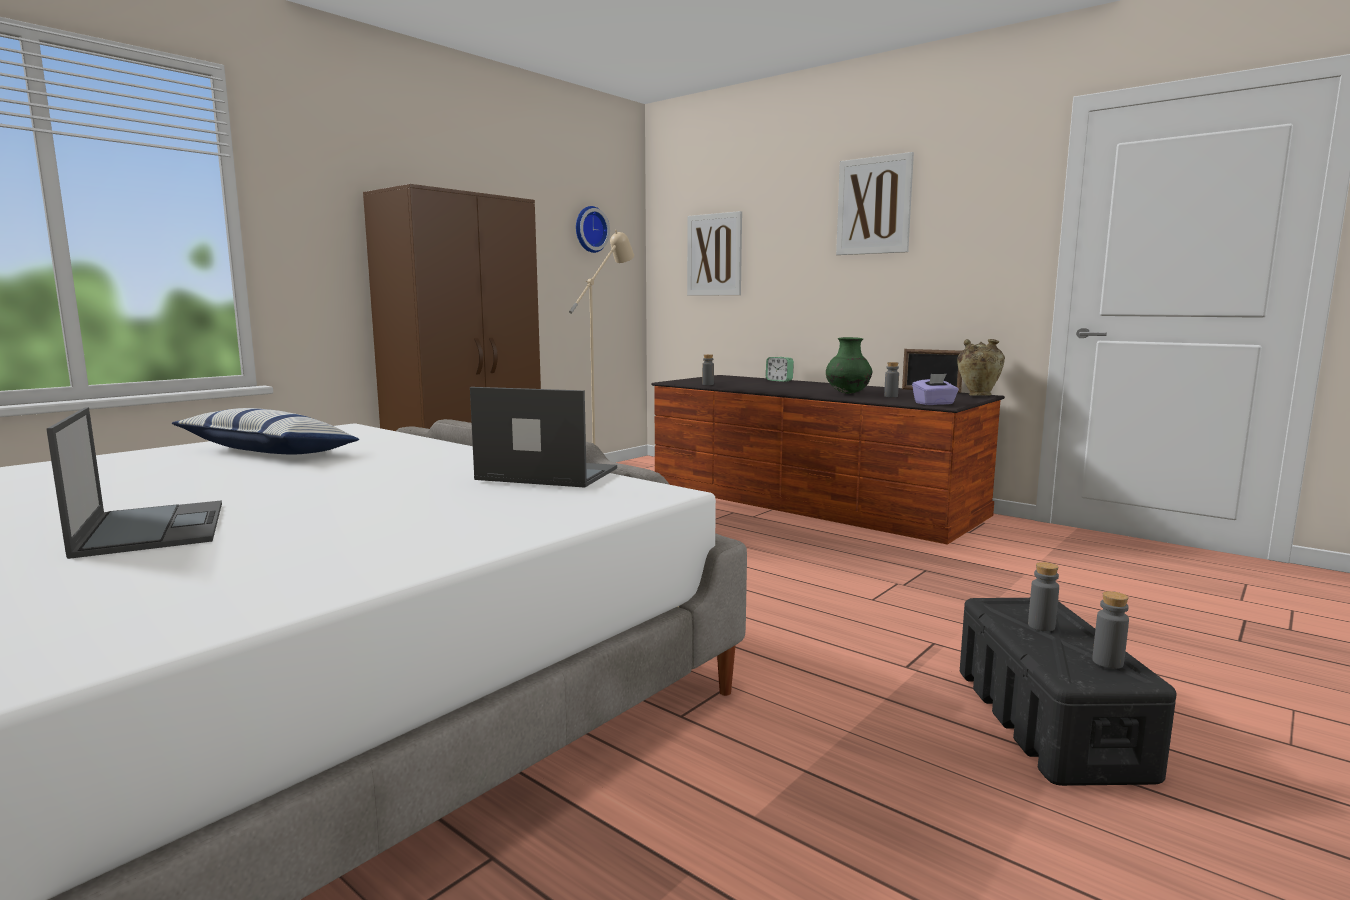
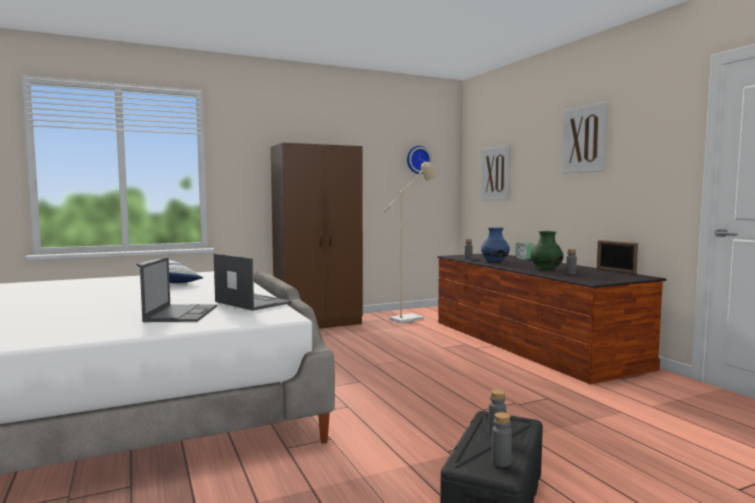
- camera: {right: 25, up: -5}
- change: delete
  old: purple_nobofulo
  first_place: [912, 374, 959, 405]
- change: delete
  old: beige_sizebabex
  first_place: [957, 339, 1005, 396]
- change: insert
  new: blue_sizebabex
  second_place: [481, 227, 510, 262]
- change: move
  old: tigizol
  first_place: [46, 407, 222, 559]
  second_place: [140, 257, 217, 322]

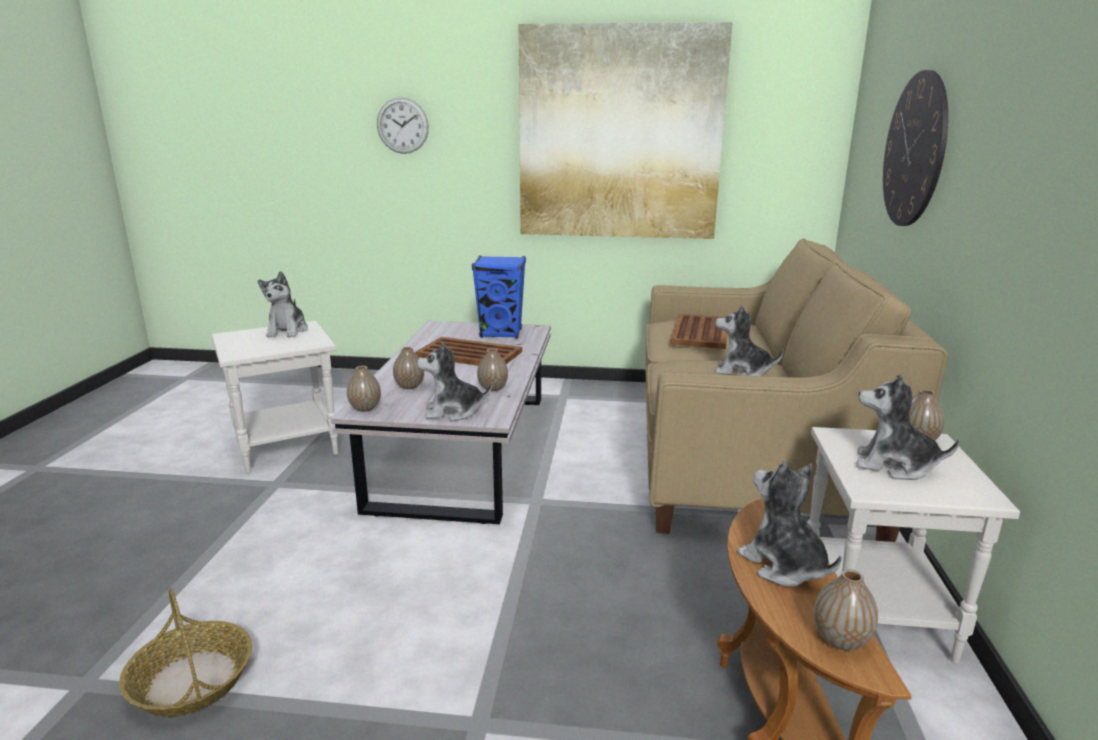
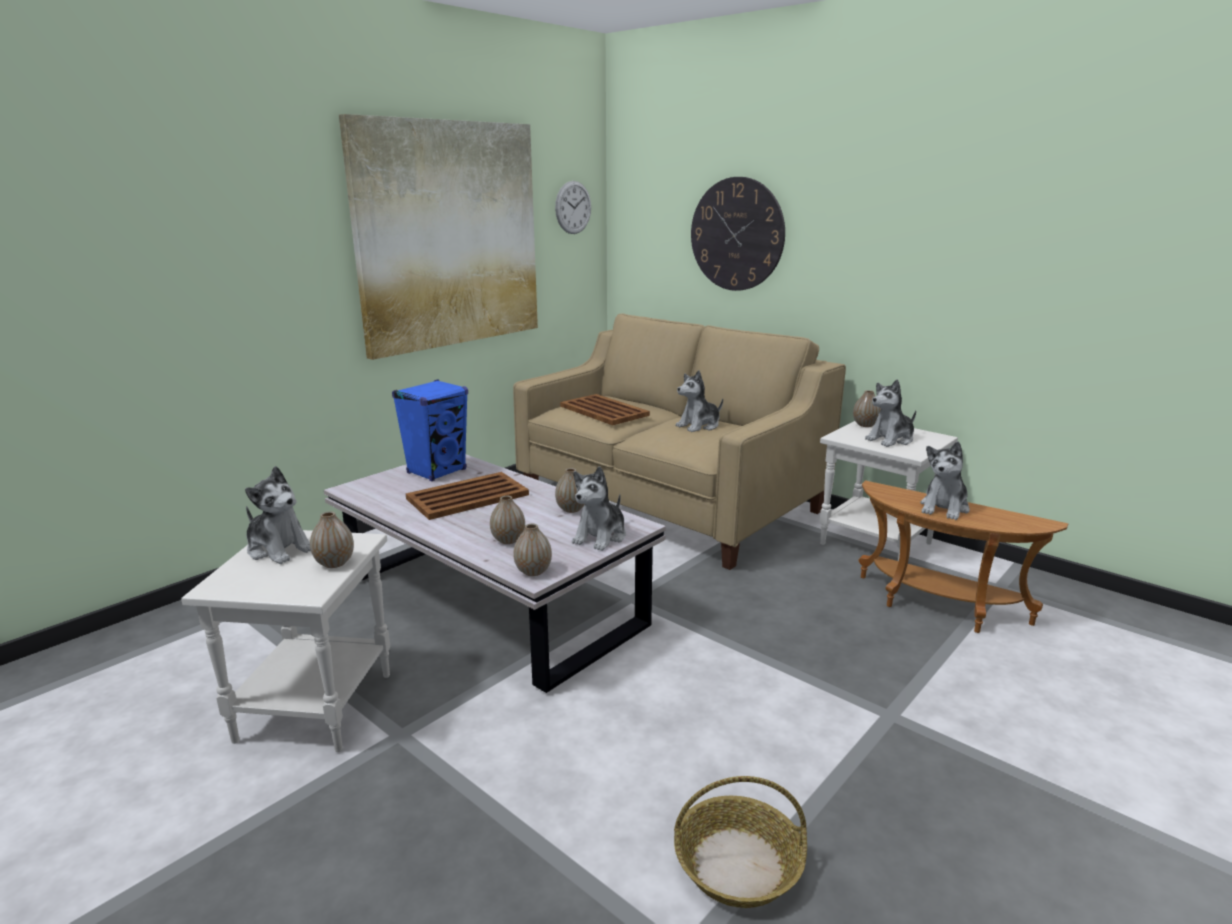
- camera: {right: -55, up: 0}
- change: move
  old: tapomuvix
  first_place: [377, 97, 429, 154]
  second_place: [555, 181, 591, 234]
- change: move
  old: sizebabex
  first_place: [814, 569, 878, 650]
  second_place: [310, 511, 354, 568]
- change: rotate
  old: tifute
  first_place: [737, 460, 842, 586]
  second_place: [920, 441, 970, 520]
  degrees: -60

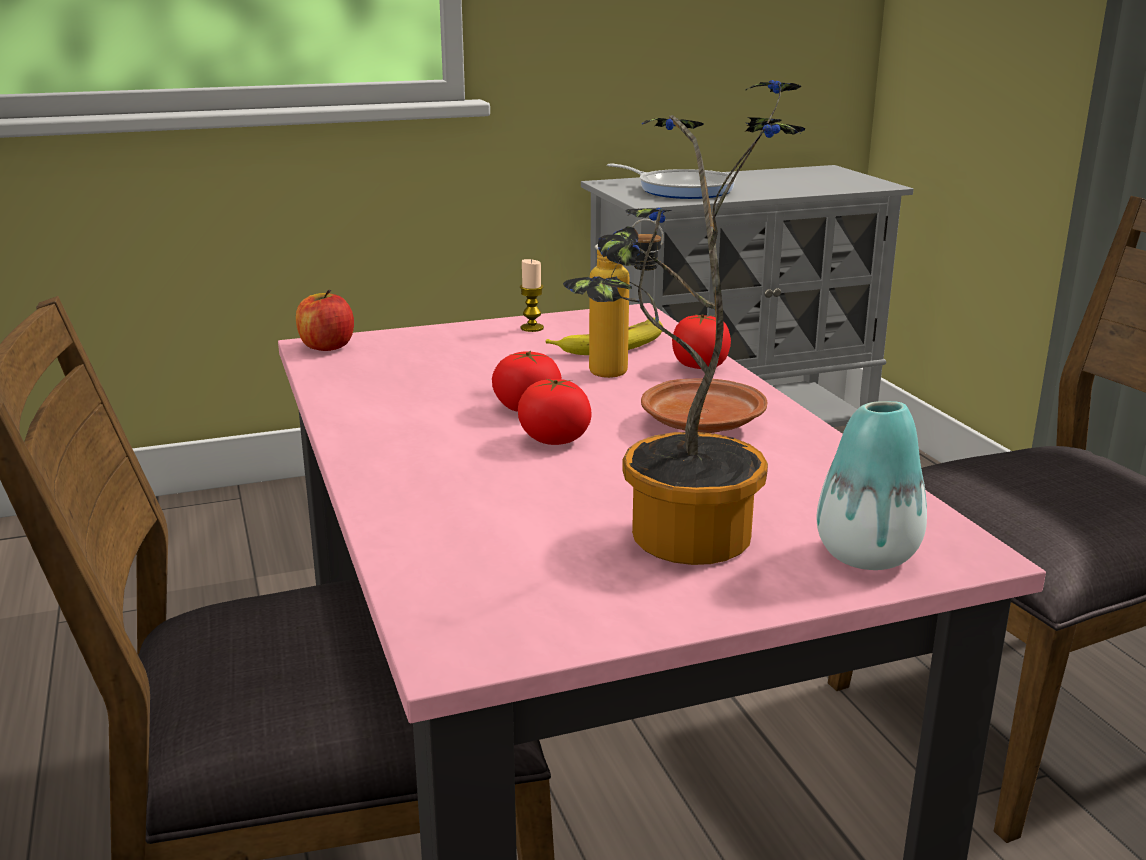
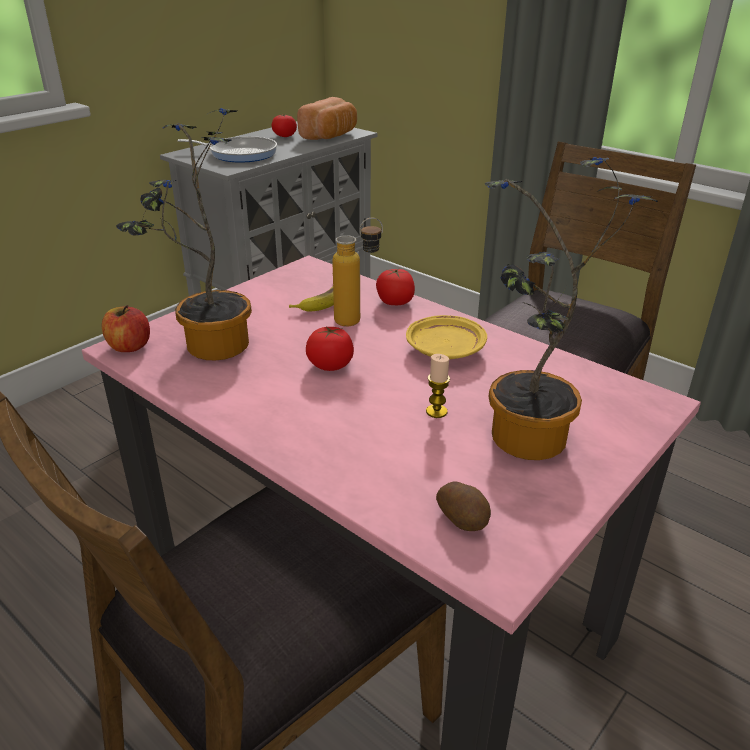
- camera: {right: -30, up: 10}
- change: delete
  old: sizebabex
  first_place: [817, 401, 927, 570]
- change: insert
  new: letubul
  second_place: [116, 108, 252, 361]
- change: insert
  new: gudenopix
  second_place: [297, 97, 357, 140]
- change: insert
  new: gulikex
  second_place: [436, 481, 491, 531]
- change: move
  old: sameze
  first_place: [518, 379, 591, 445]
  second_place: [272, 114, 297, 137]
- change: move
  old: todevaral
  first_place: [520, 259, 544, 332]
  second_place: [426, 354, 450, 418]
- change: recolor
  old: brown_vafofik
  new: yellow_vafofik
  first_place: [641, 378, 768, 433]
  second_place: [406, 315, 487, 359]

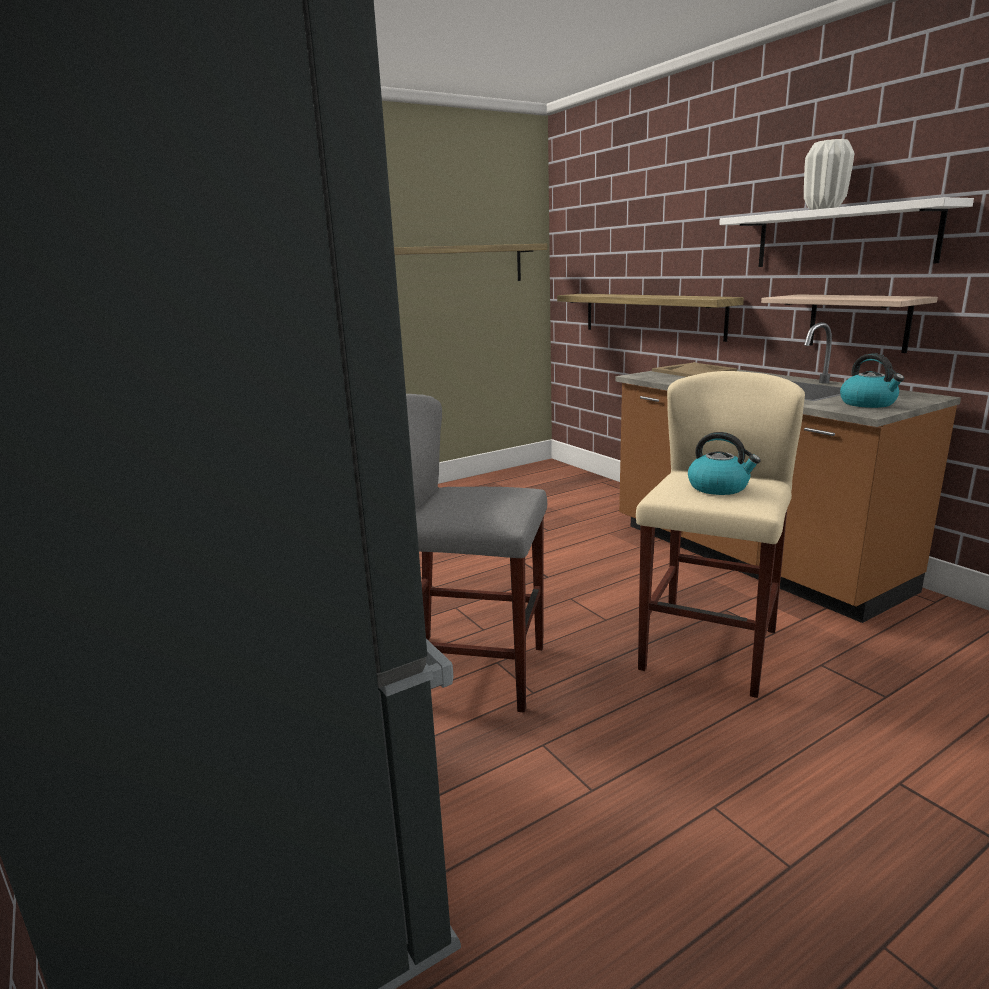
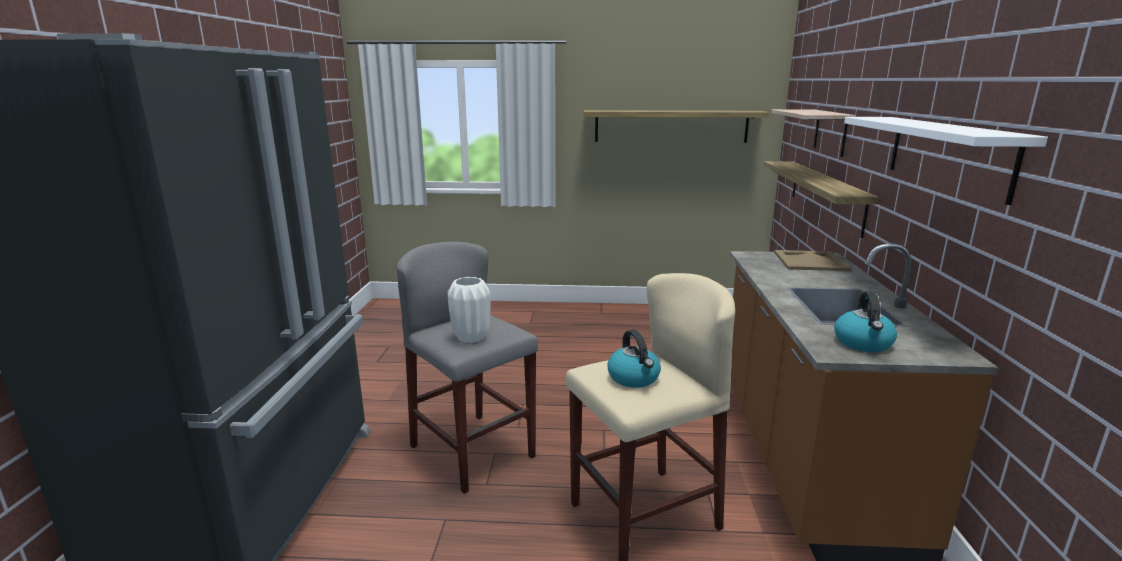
- camera: {right: 35, up: 0}
- change: move
  old: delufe
  first_place: [761, 294, 938, 353]
  second_place: [771, 109, 856, 157]
- change: move
  old: white_sizebabex
  first_place: [804, 139, 854, 210]
  second_place: [447, 277, 491, 343]

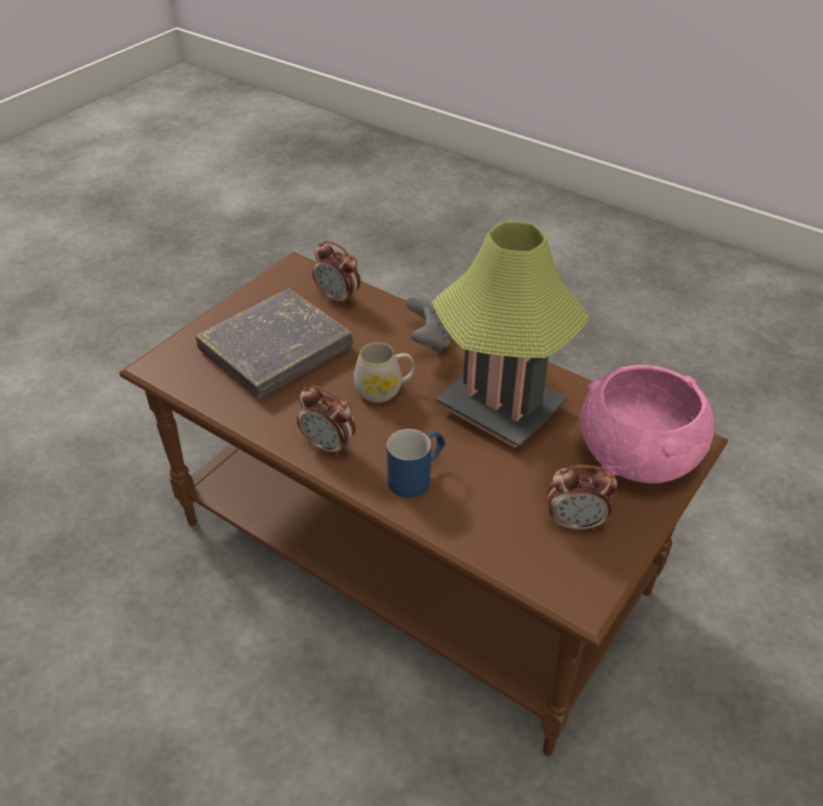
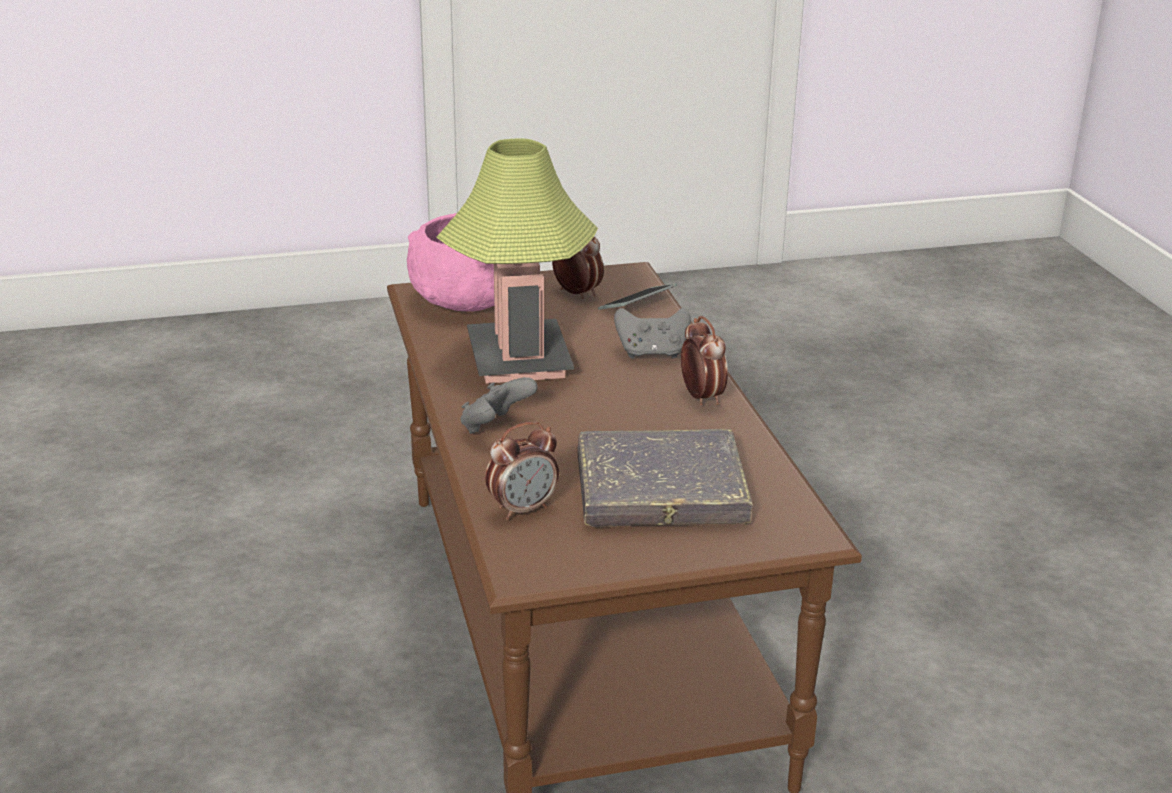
- camera: {right: -140, up: -15}
- change: delete
  old: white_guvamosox
  first_place: [354, 342, 415, 403]
- change: insert
  new: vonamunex
  second_place: [598, 283, 677, 310]
- change: replace
  old: blue_guvamosox
  new: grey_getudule
  first_place: [387, 429, 445, 498]
  second_place: [614, 308, 691, 359]
- change: rotate
  old: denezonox
  first_place: [313, 241, 361, 306]
  second_place: [485, 422, 559, 520]
  degrees: 75

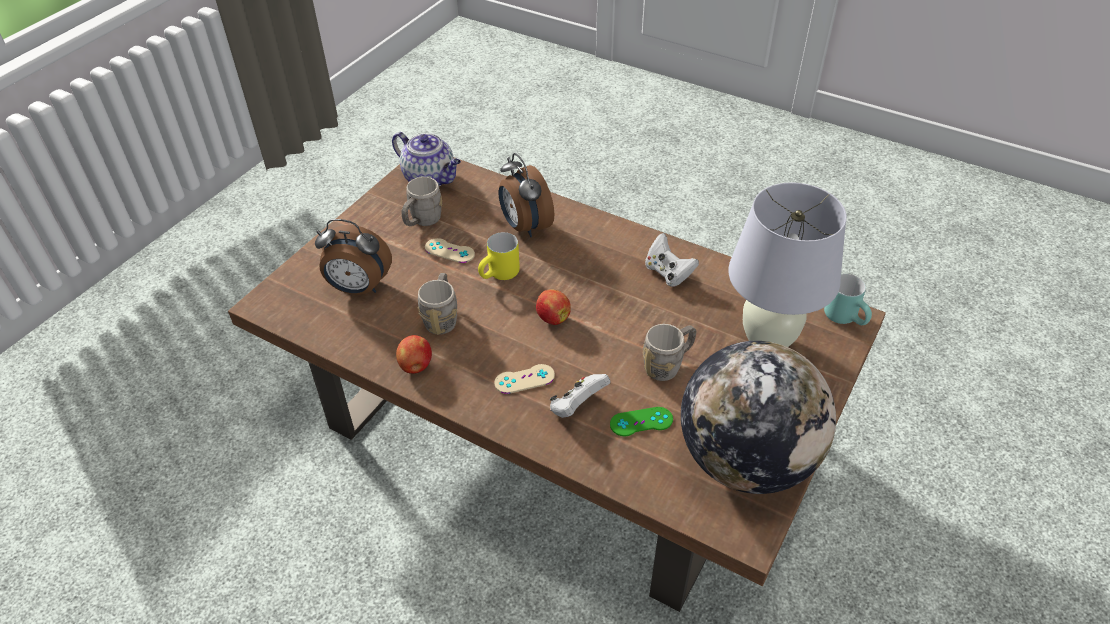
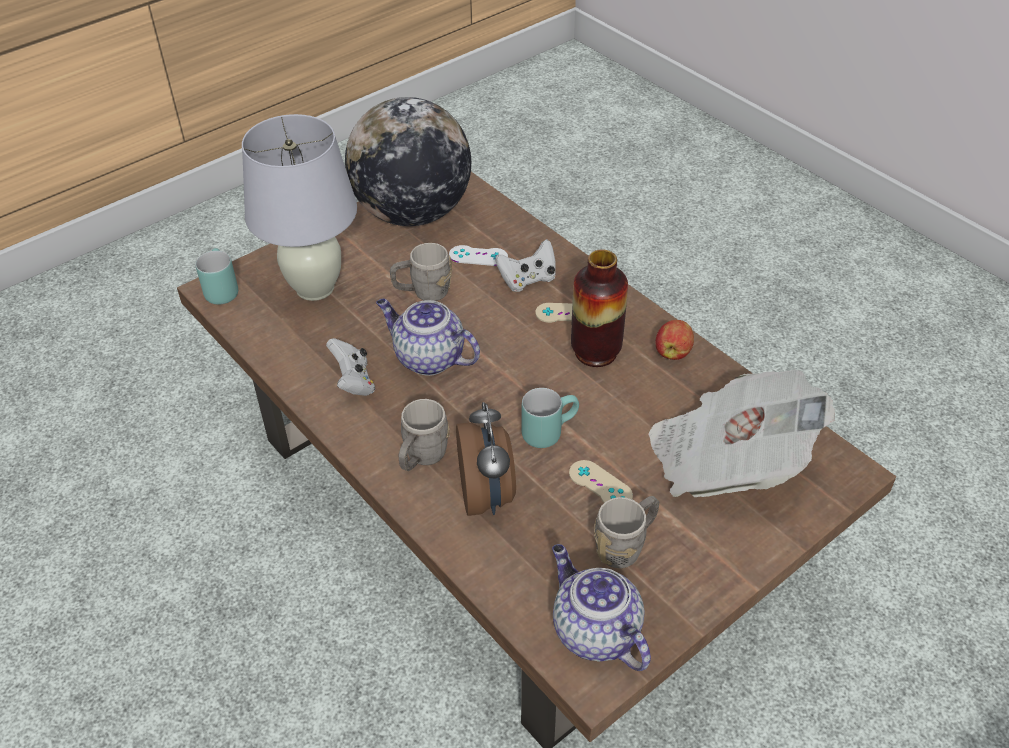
- camera: {right: -160, up: 0}
- change: delete
  old: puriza
  first_place: [536, 289, 571, 325]
- change: insert
  new: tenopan
  second_place: [376, 299, 480, 376]
- change: insert
  new: sizebabex
  second_place: [571, 249, 628, 367]
- change: move
  old: grey_guvamosox
  first_place: [417, 273, 457, 335]
  second_place: [399, 399, 450, 471]
- change: replace
  old: denezonox
  new: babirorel
  first_place: [315, 219, 392, 295]
  second_place: [648, 370, 835, 497]
- change: recolor
  old: yellow_guvamosox
  new: turquoise_guvamosox
  first_place: [478, 232, 520, 280]
  second_place: [522, 388, 579, 448]
- change: recolor
  old: green_getudule
  new: white_getudule
  first_place: [610, 407, 673, 436]
  second_place: [449, 245, 508, 266]

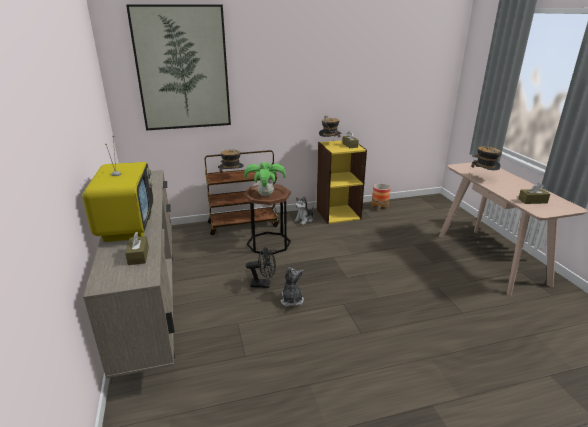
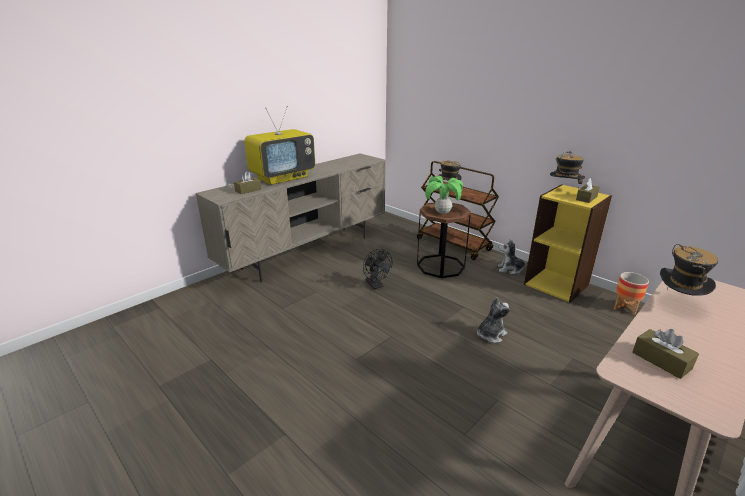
- camera: {right: 60, up: 0}
- change: delete
  old: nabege
  first_place: [126, 4, 231, 131]
- change: move
  old: tifute
  first_place: [280, 267, 304, 307]
  second_place: [477, 297, 510, 343]

